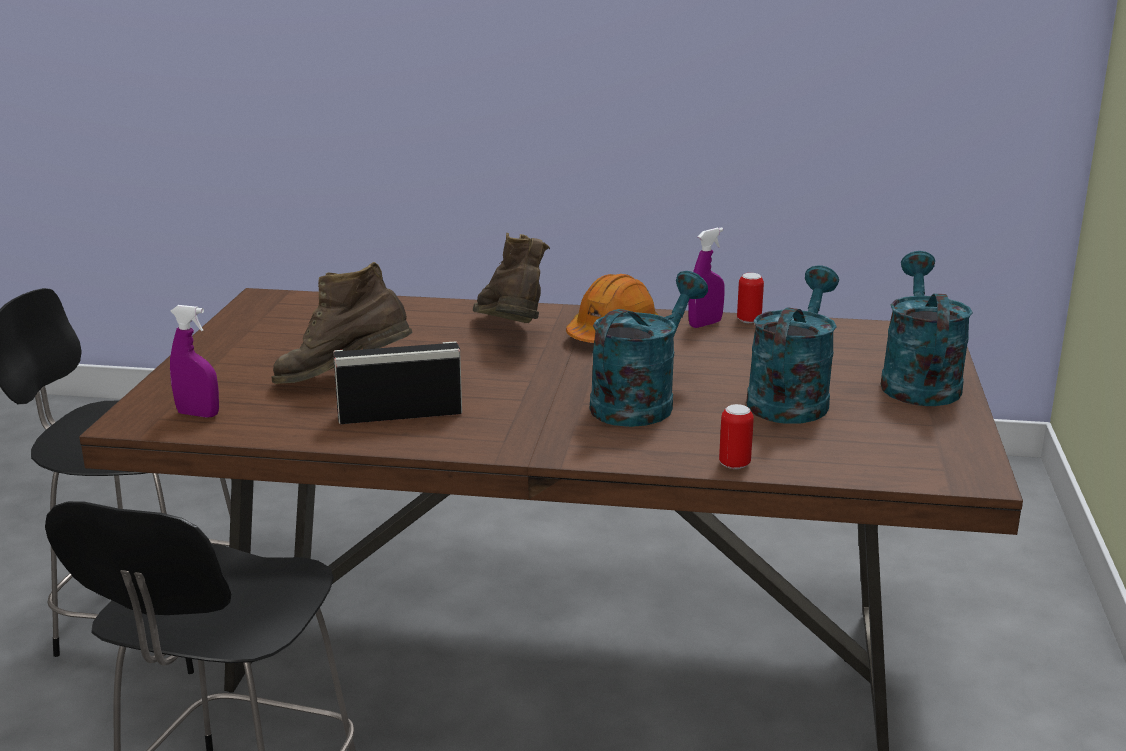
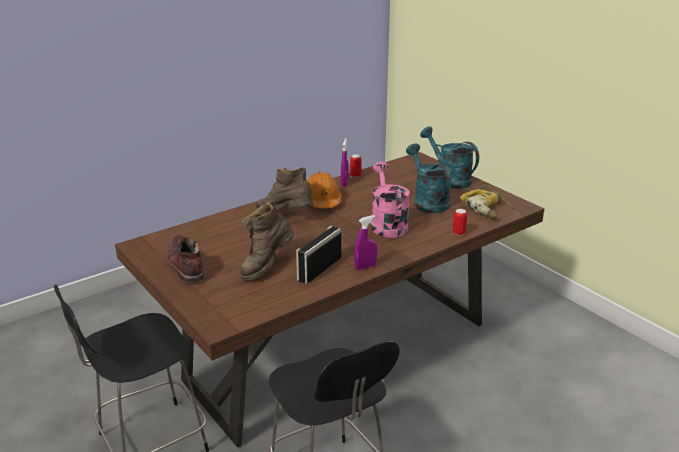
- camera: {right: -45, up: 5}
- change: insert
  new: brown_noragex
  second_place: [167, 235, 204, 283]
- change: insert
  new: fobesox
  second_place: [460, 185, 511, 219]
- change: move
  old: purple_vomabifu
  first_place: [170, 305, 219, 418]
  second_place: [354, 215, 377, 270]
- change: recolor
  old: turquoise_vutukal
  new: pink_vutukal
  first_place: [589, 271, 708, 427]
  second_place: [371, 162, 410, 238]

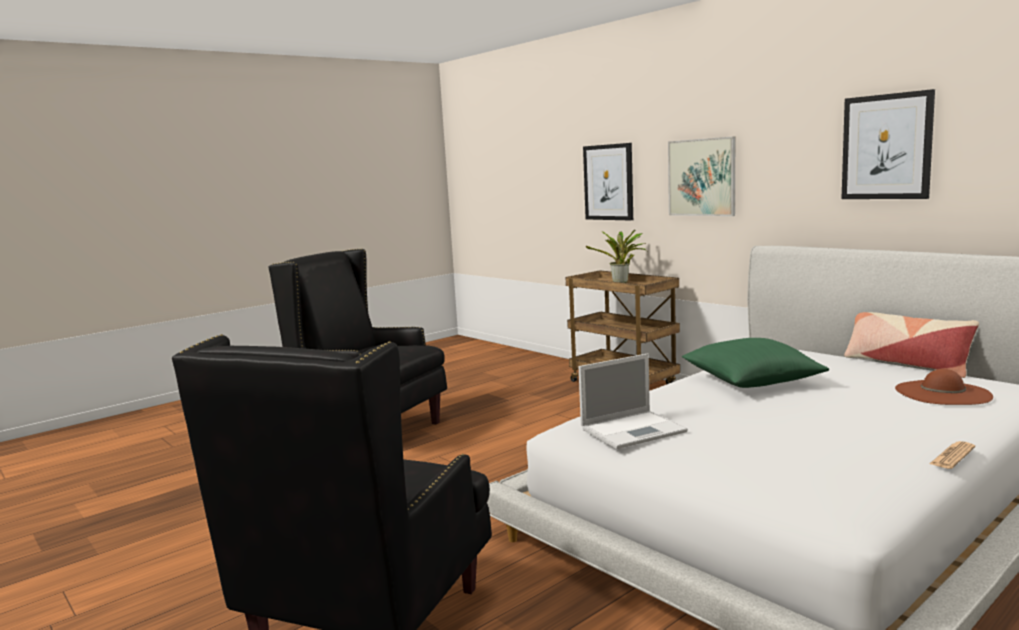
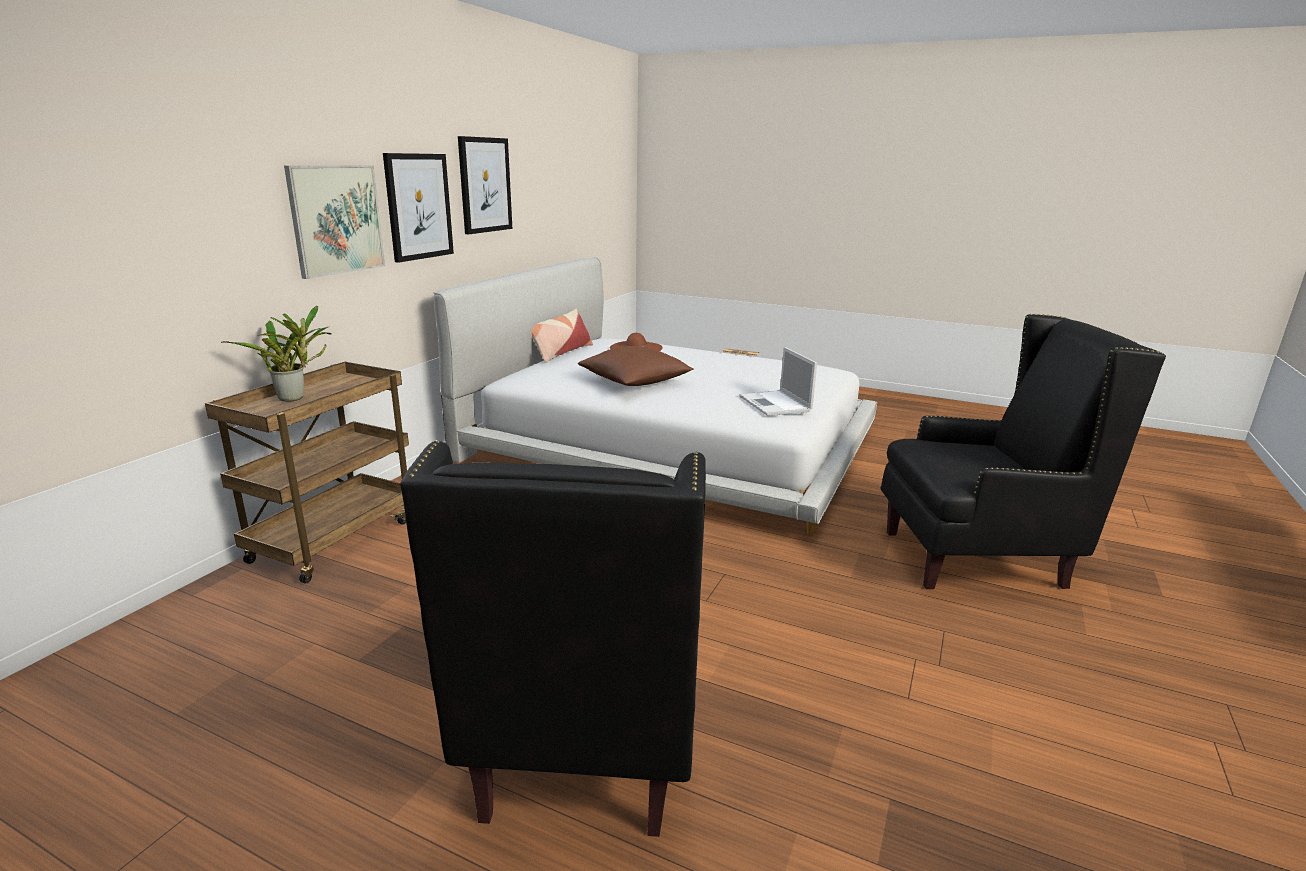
- camera: {right: -115, up: 10}
- change: move
  old: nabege
  first_place: [583, 143, 633, 220]
  second_place: [383, 153, 454, 263]
- change: recolor
  old: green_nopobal
  new: brown_nopobal
  first_place: [682, 338, 829, 388]
  second_place: [578, 346, 694, 386]
- change: rotate
  old: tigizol
  first_place: [579, 353, 688, 449]
  second_place: [739, 347, 817, 416]
  degrees: -150

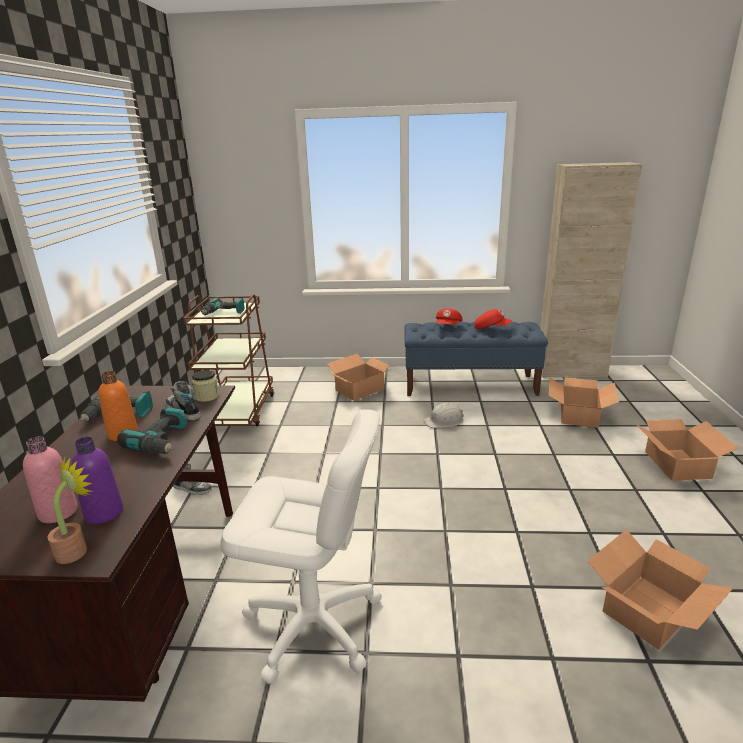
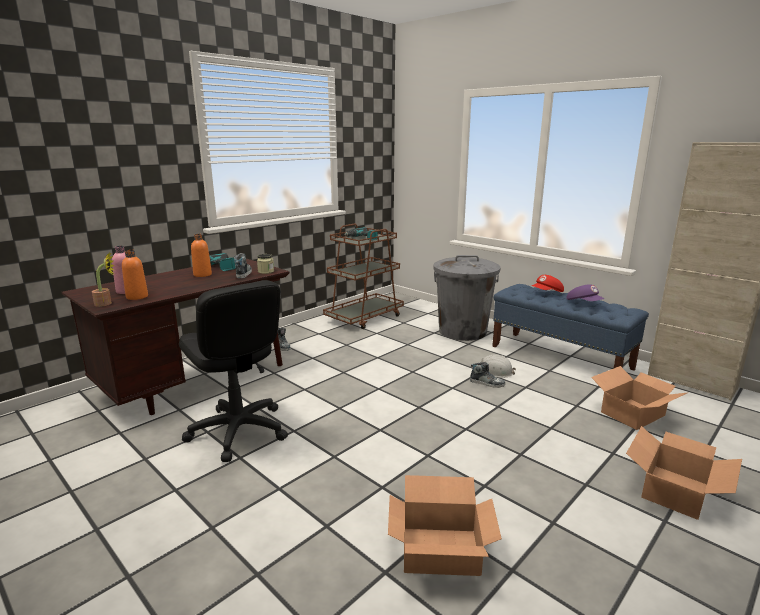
- camera: {right: 40, up: -5}
- change: delete
  old: fobesox
  first_place: [117, 407, 187, 454]
- change: insert
  new: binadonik
  second_place: [470, 362, 505, 388]
- change: replace
  old: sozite
  new: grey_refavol
  first_place: [327, 354, 391, 401]
  second_place: [433, 255, 501, 341]
- change: recolor
  old: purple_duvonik
  new: orange_duvonik
  first_place: [71, 437, 123, 524]
  second_place: [122, 250, 148, 300]
- change: recolor
  old: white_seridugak
  new: black_seridugak
  first_place: [220, 410, 382, 684]
  second_place: [179, 280, 288, 462]
- change: recolor
  old: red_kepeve
  new: purple_kepeve
  first_place: [474, 309, 512, 329]
  second_place: [566, 284, 605, 301]

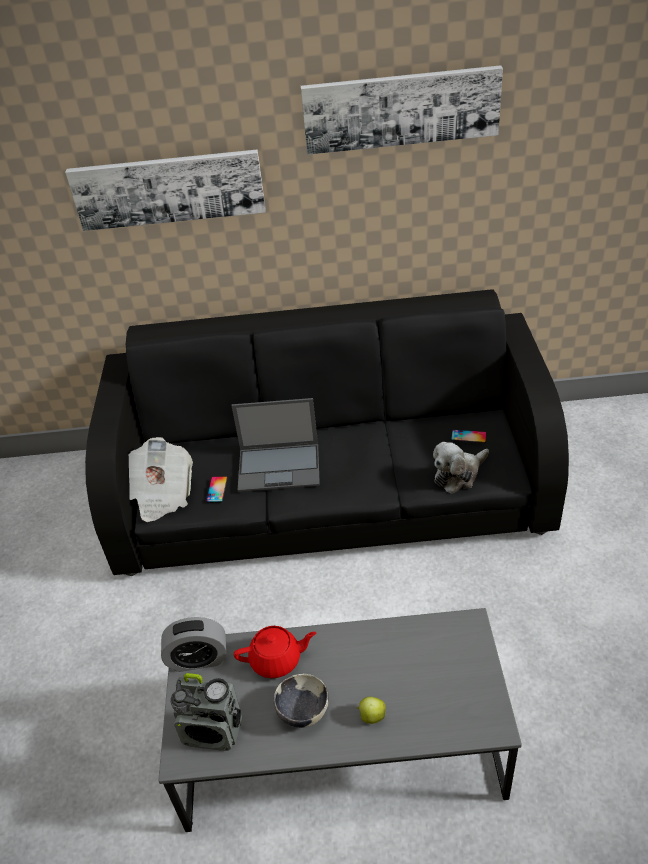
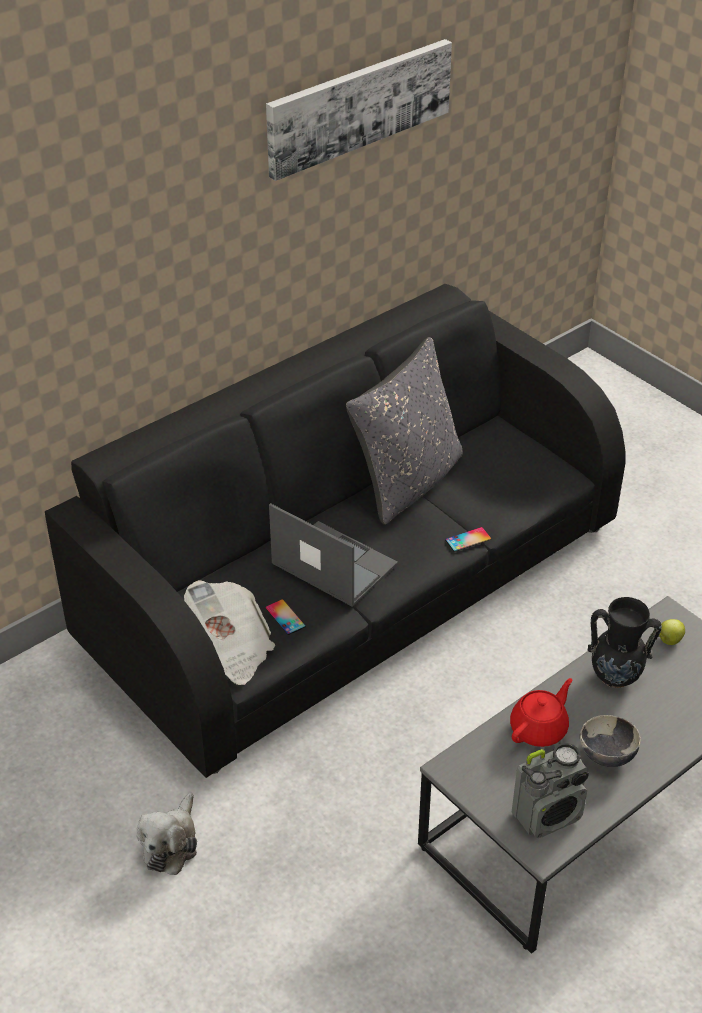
- camera: {right: -40, up: 0}
- change: delete
  old: nabege
  first_place: [65, 149, 266, 231]
- change: delete
  old: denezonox
  first_place: [161, 617, 226, 672]
- change: insert
  new: grey_nopobal
  second_place: [346, 337, 463, 525]
- change: insert
  new: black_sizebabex
  second_place: [587, 597, 662, 688]
- change: move
  old: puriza
  first_place: [357, 697, 386, 724]
  second_place: [659, 619, 685, 645]
- change: move
  old: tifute
  first_place: [433, 442, 489, 494]
  second_place: [136, 792, 197, 875]
- change: move
  old: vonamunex
  first_place: [451, 430, 486, 443]
  second_place: [445, 527, 491, 552]
- change: rotate
  old: tigizol
  first_place: [231, 398, 320, 492]
  second_place: [269, 503, 398, 607]
  degrees: -105

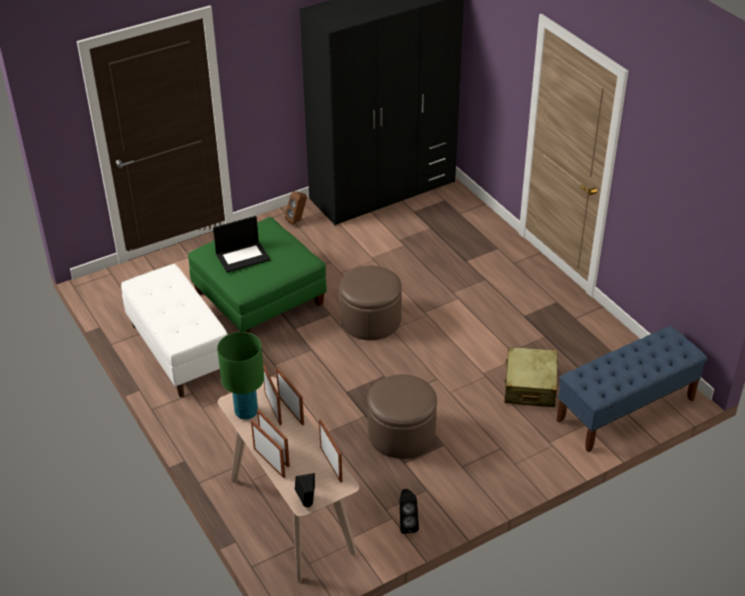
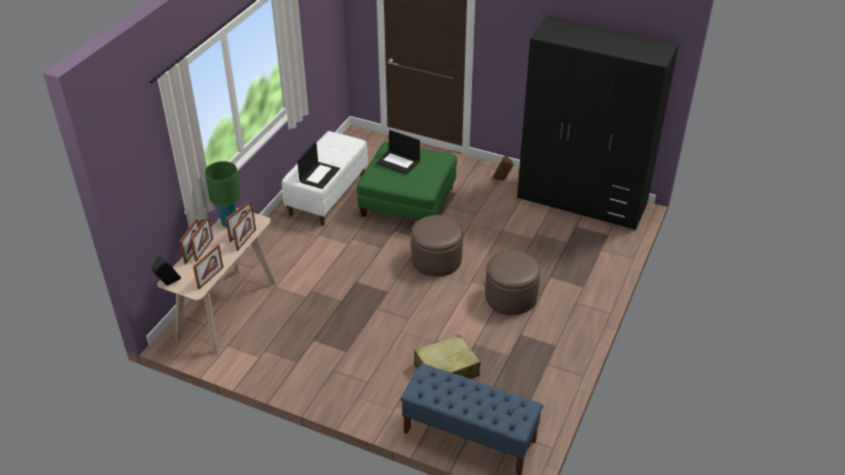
- camera: {right: 55, up: 0}
- change: delete
  old: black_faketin
  first_place: [400, 489, 419, 534]
- change: insert
  new: tigizol
  second_place: [297, 142, 340, 189]
- change: move
  old: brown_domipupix
  first_place: [367, 374, 437, 459]
  second_place: [485, 250, 541, 315]

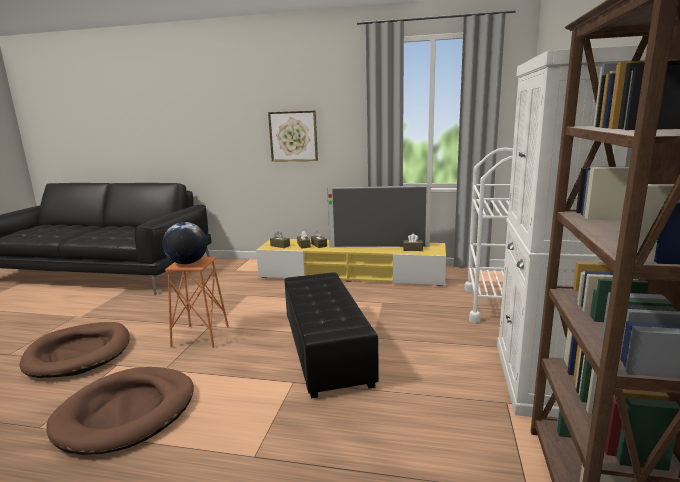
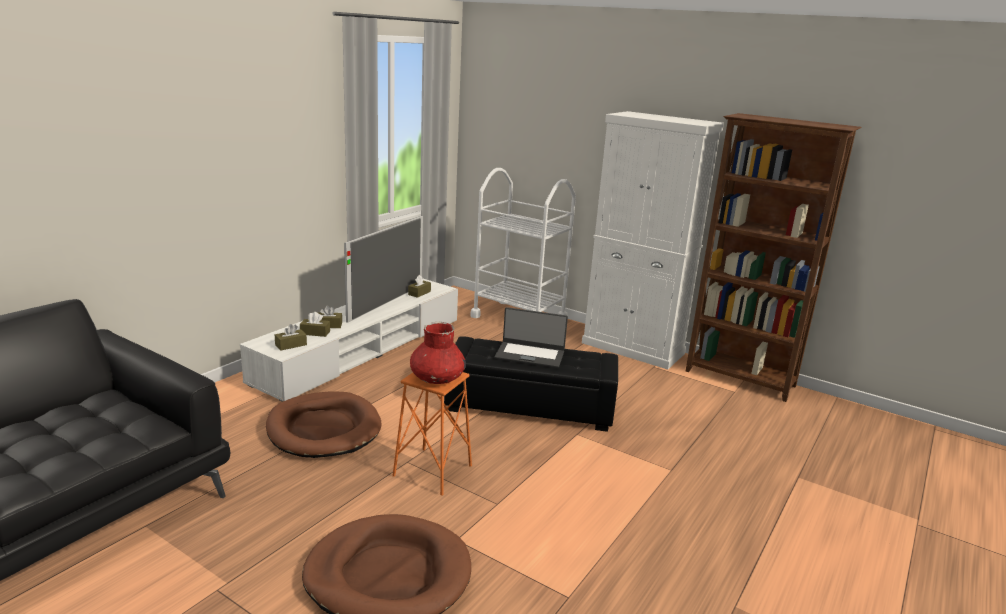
- camera: {right: -70, up: 5}
- change: delete
  old: nabege
  first_place: [268, 111, 318, 162]
- change: insert
  new: tigizol
  second_place: [494, 307, 568, 368]
- change: move
  old: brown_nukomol
  first_place: [46, 367, 194, 455]
  second_place: [266, 391, 382, 458]
- change: replace
  old: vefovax
  new: red_sizebabex
  first_place: [163, 222, 207, 264]
  second_place: [410, 322, 466, 384]
- change: recolor
  old: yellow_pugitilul
  new: white_pugitilul
  first_place: [256, 239, 446, 286]
  second_place: [240, 278, 458, 402]

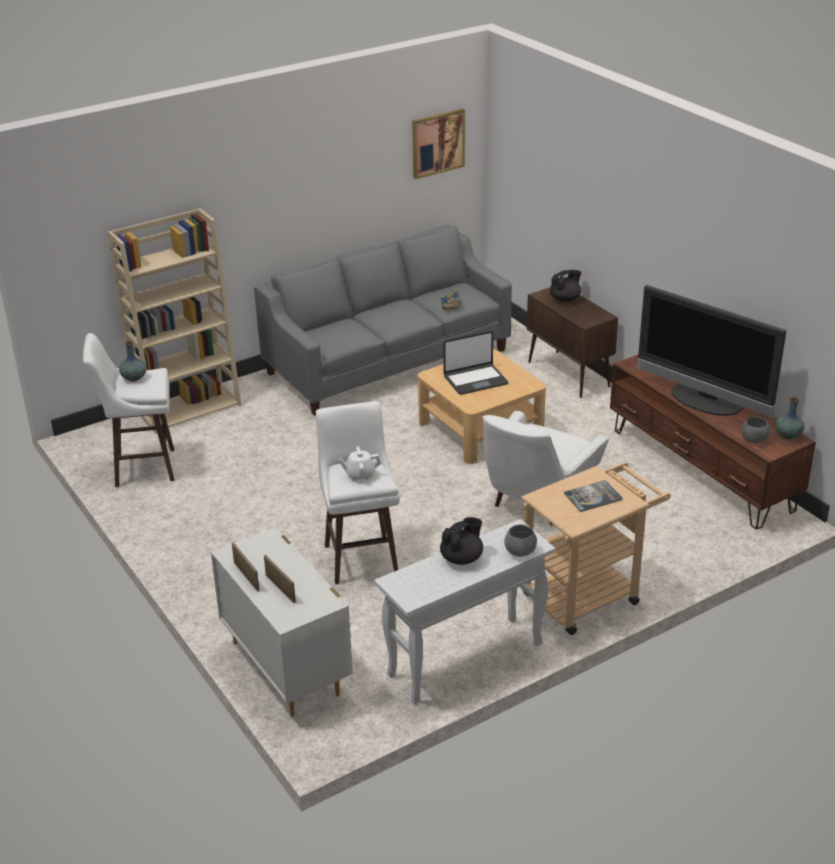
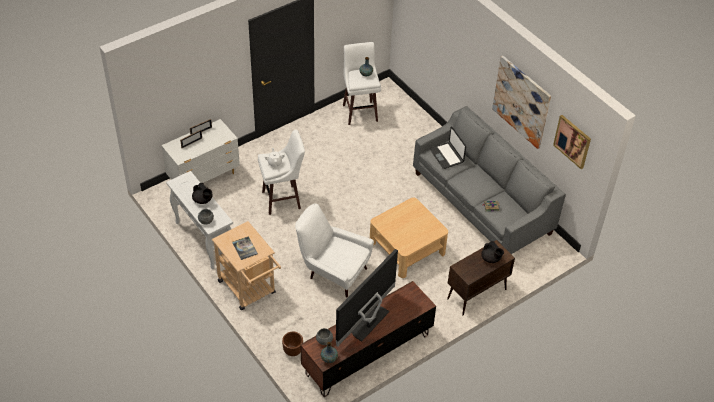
- camera: {right: 85, up: 15}
- change: delete
  old: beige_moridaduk
  first_place: [108, 208, 242, 434]
- change: insert
  new: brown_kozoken
  second_place: [282, 332, 303, 356]
- change: insert
  new: nabege
  second_place: [492, 56, 551, 149]
- change: move
  old: tigizol
  first_place: [443, 331, 508, 395]
  second_place: [430, 126, 466, 169]

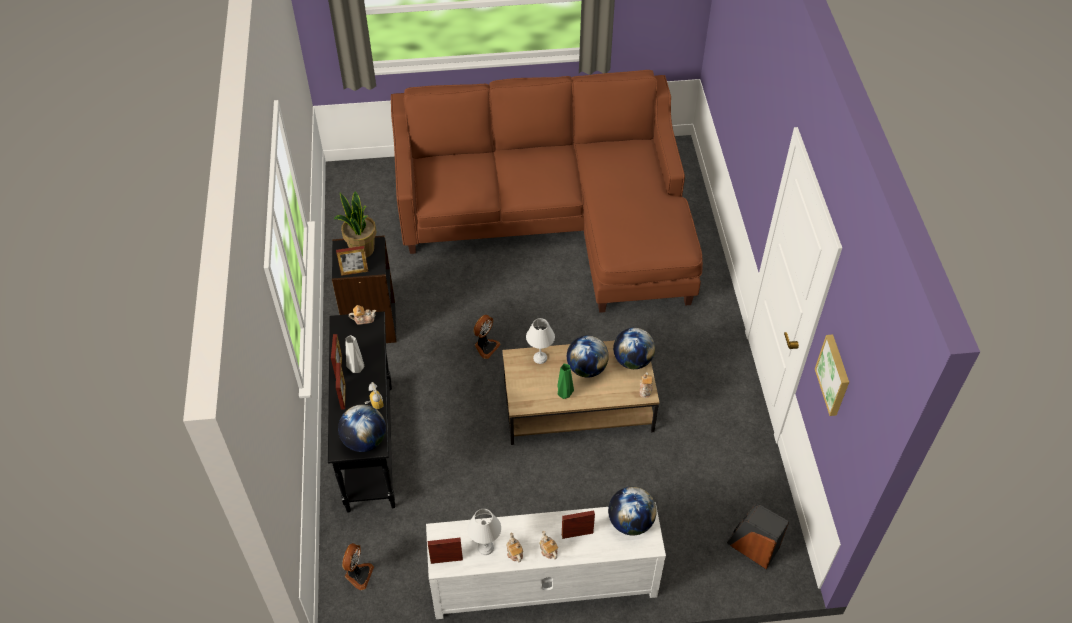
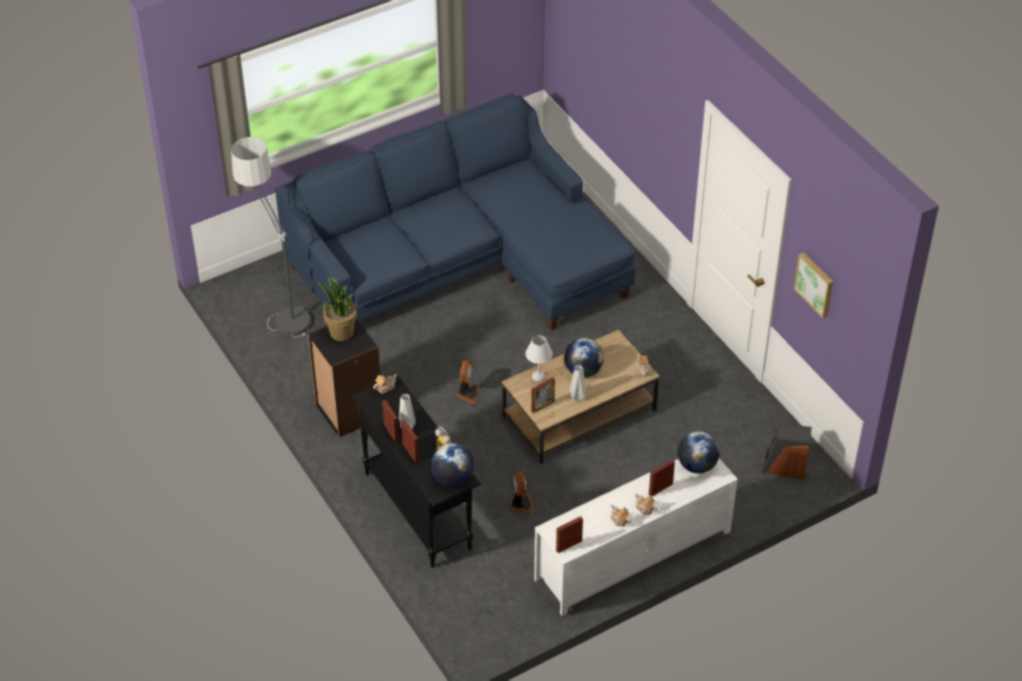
- camera: {right: -25, up: -5}
- change: delete
  old: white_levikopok
  first_place: [467, 509, 501, 555]
- change: delete
  old: vefovax
  first_place: [613, 328, 655, 369]
- change: insert
  new: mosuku
  second_place: [231, 137, 311, 338]
- change: move
  old: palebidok
  first_place: [336, 246, 368, 276]
  second_place: [531, 377, 555, 413]
- change: move
  old: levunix
  first_place: [342, 543, 374, 590]
  second_place: [510, 471, 534, 514]
- change: recolor
  old: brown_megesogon
  new: blue_megesogon
  first_place: [391, 70, 703, 313]
  second_place: [275, 93, 636, 330]
- change: recolor
  old: green_sizebabex
  new: grey_sizebabex
  first_place: [557, 364, 574, 399]
  second_place: [569, 365, 585, 402]

